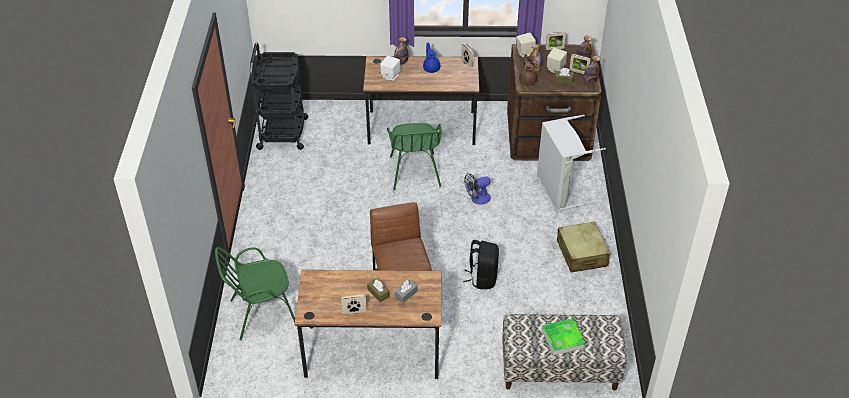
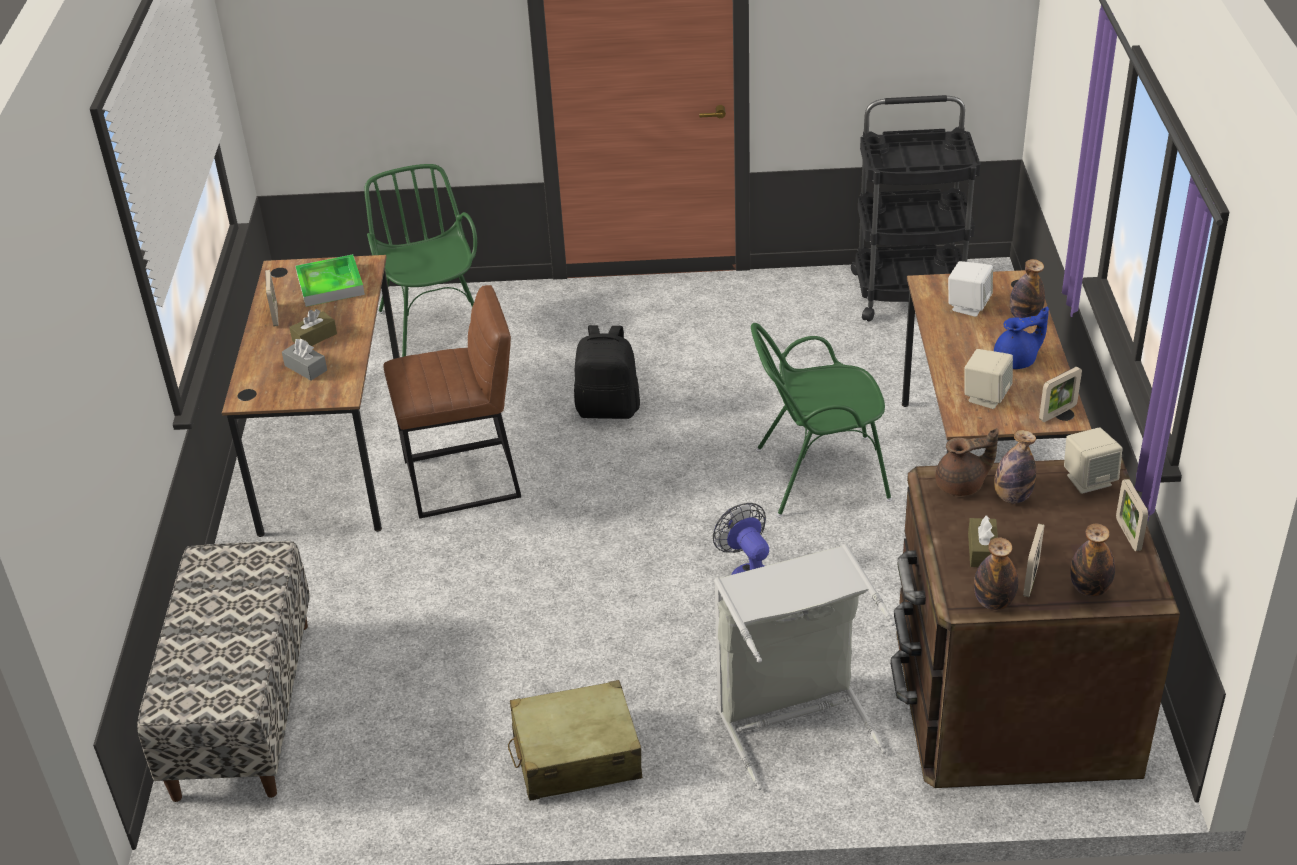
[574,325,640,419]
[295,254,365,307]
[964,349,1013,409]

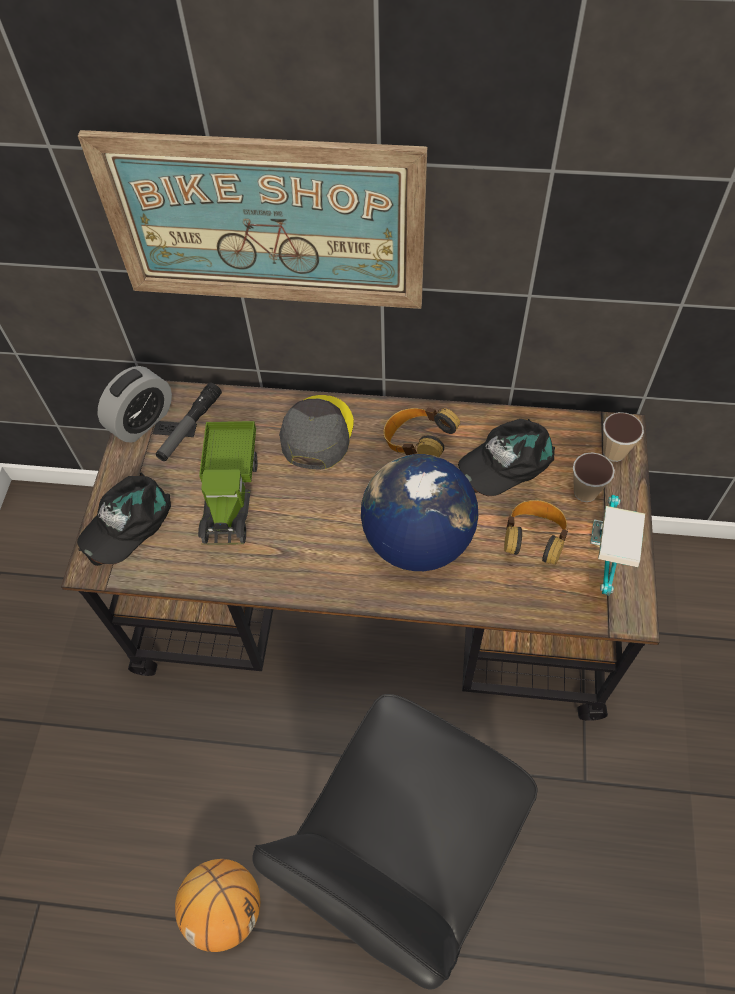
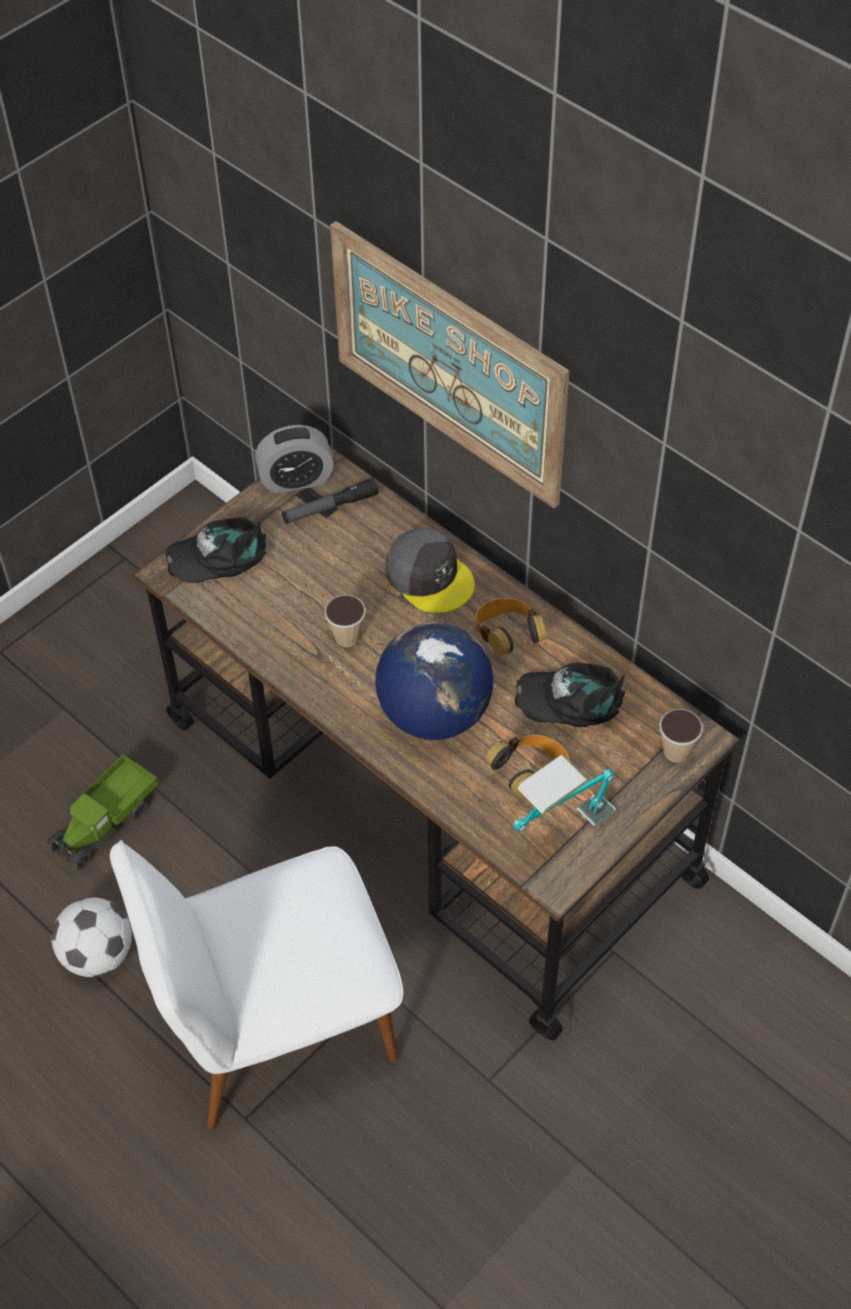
[52,897,132,977]
[47,754,158,870]
[110,840,403,1130]
[386,527,475,613]
[324,595,366,647]

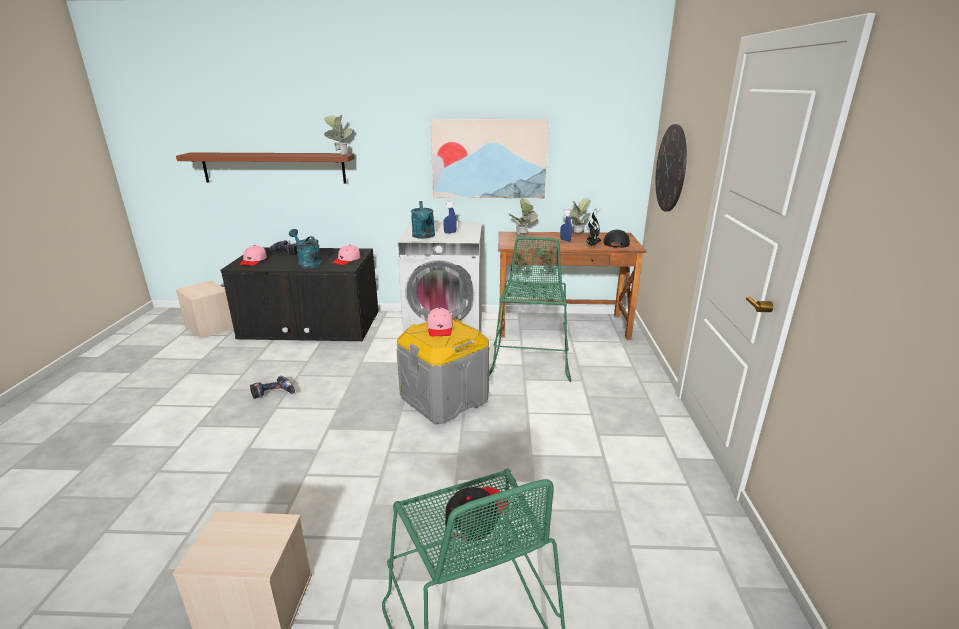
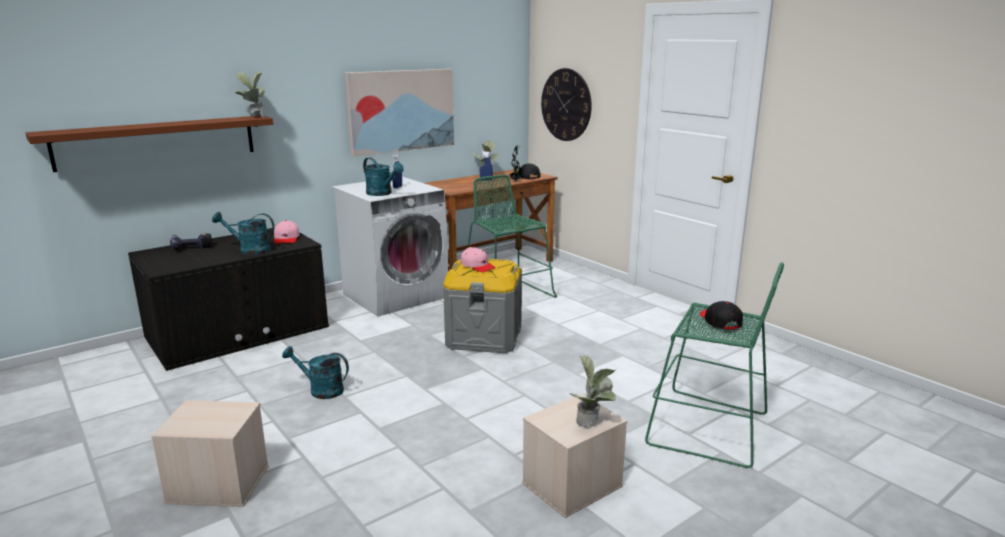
[151,400,269,507]
[239,245,267,266] (first image)
[282,346,349,399]
[569,355,617,427]

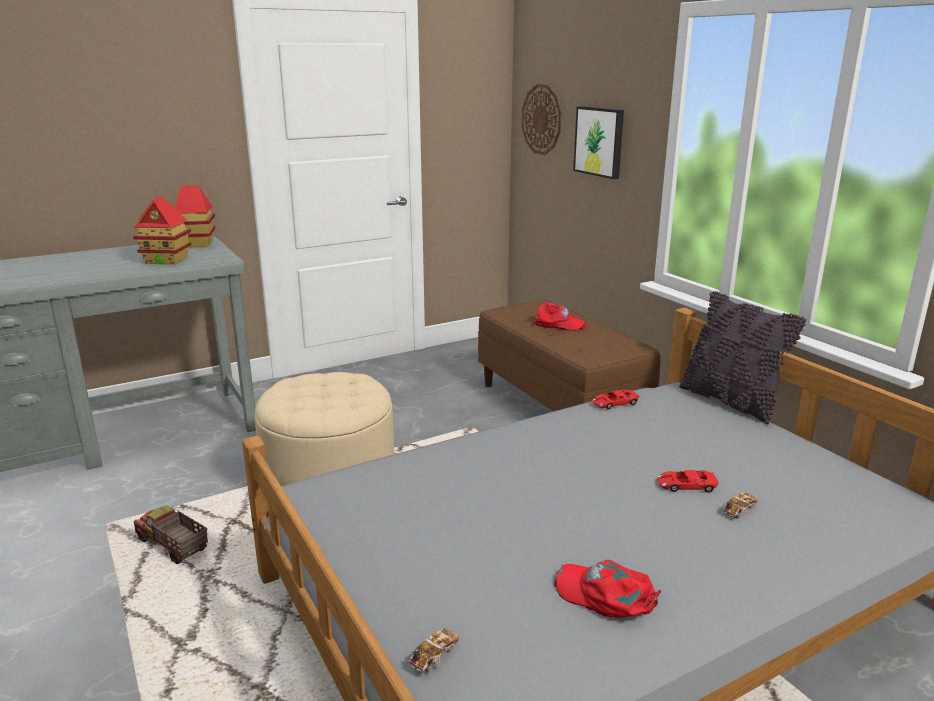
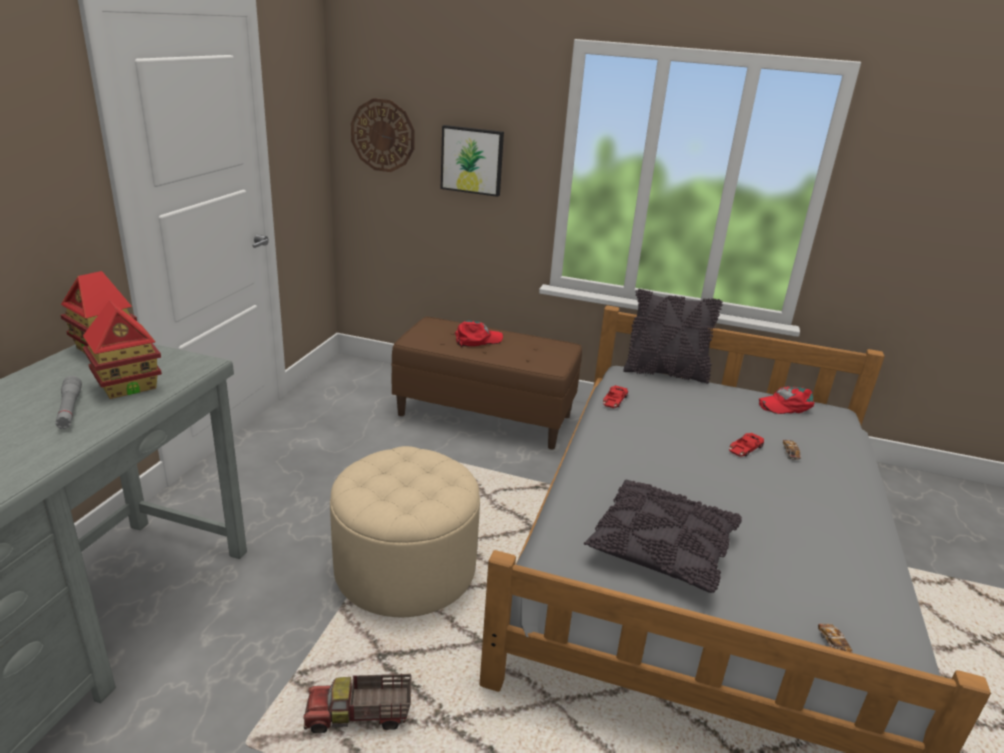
[758,386,814,414]
[55,376,82,429]
[584,480,742,593]

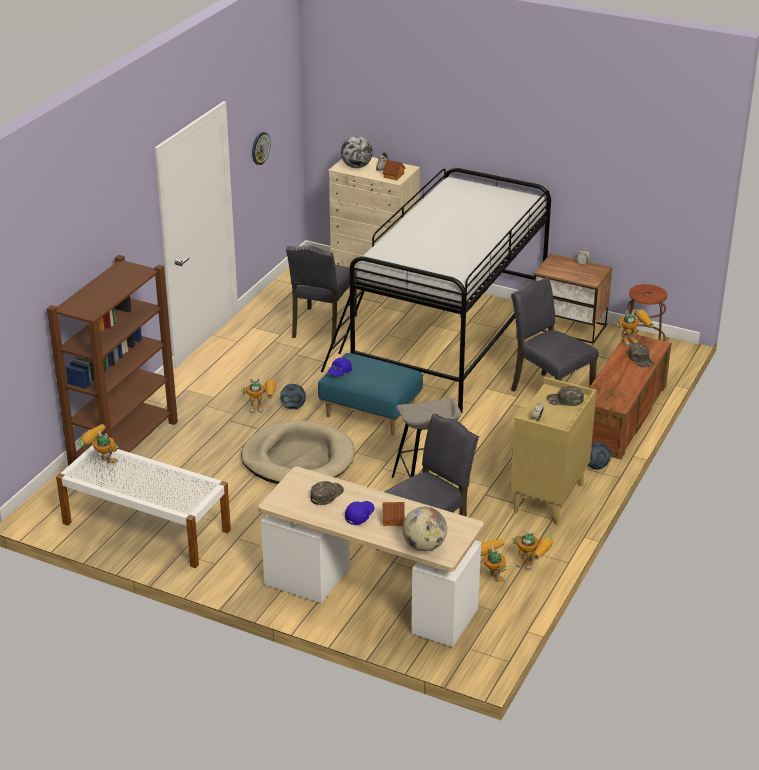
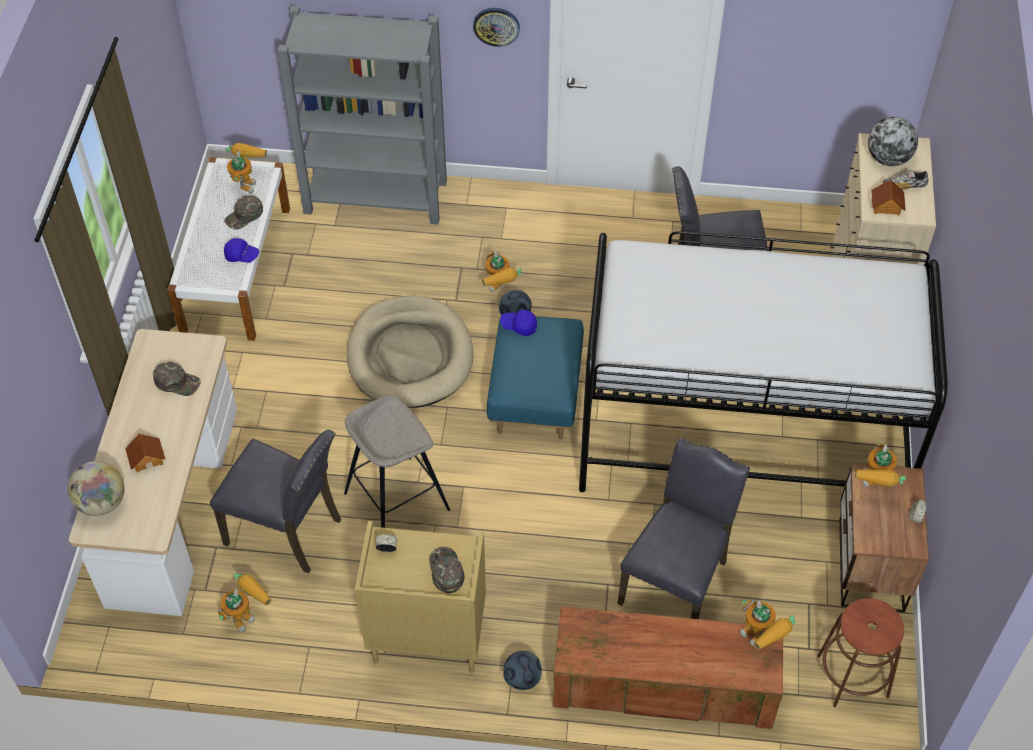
[277,6,447,225]
[473,8,520,47]
[224,238,259,263]
[855,442,906,487]
[224,195,263,230]

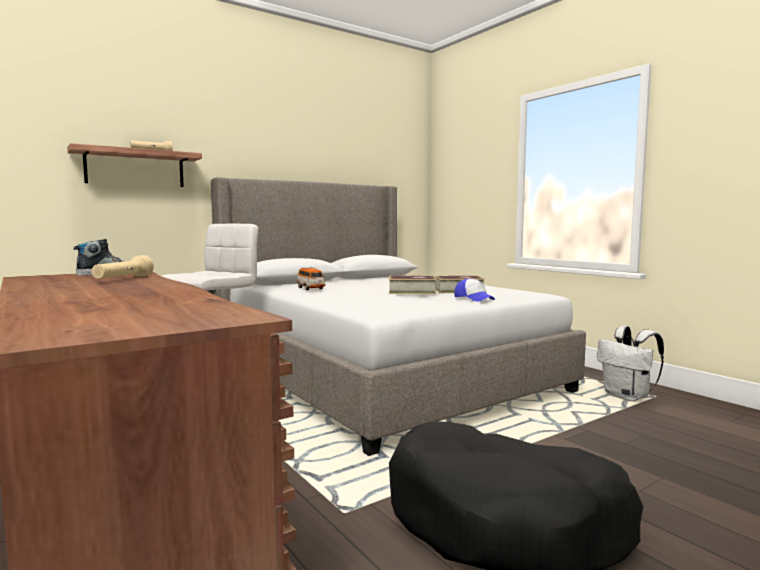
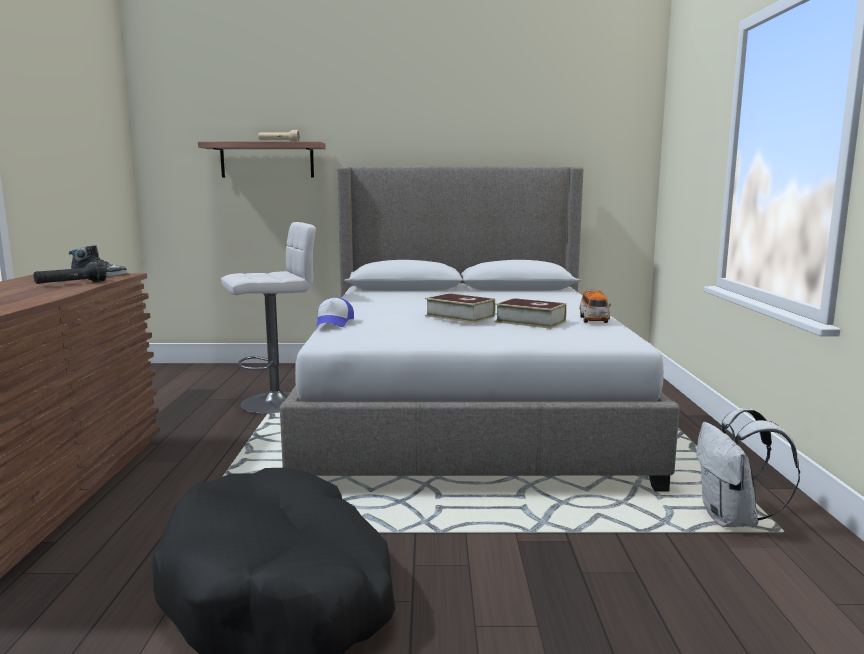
[34,263,106,284]
[579,289,611,323]
[316,297,354,327]

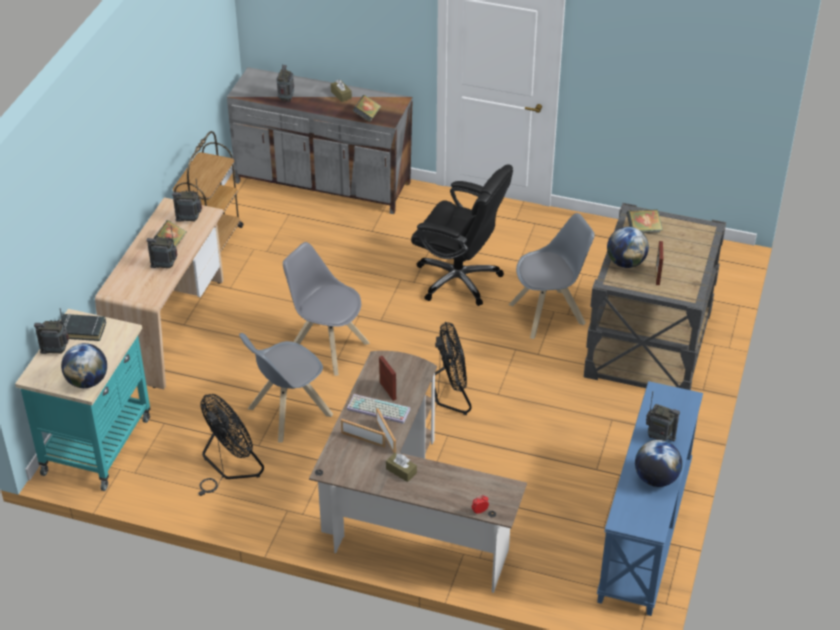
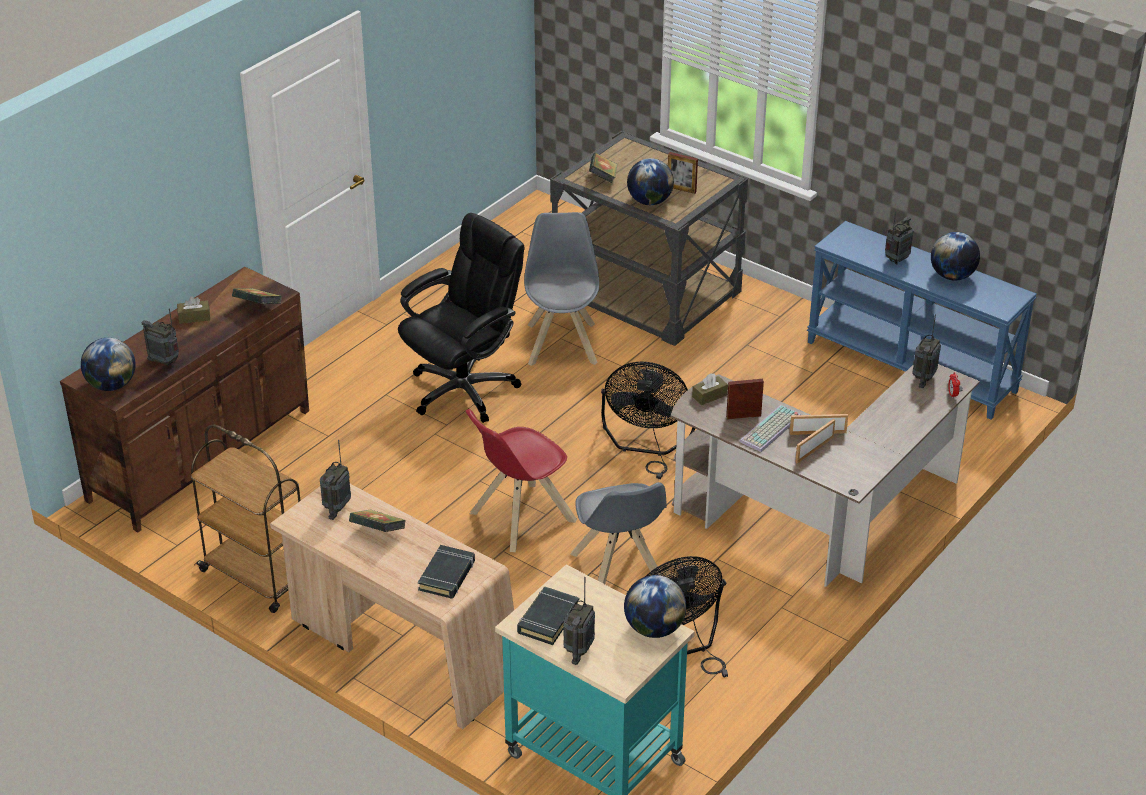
[912,314,941,388]
[60,267,309,532]
[466,409,577,552]
[692,374,728,405]
[81,338,136,391]
[418,545,475,599]

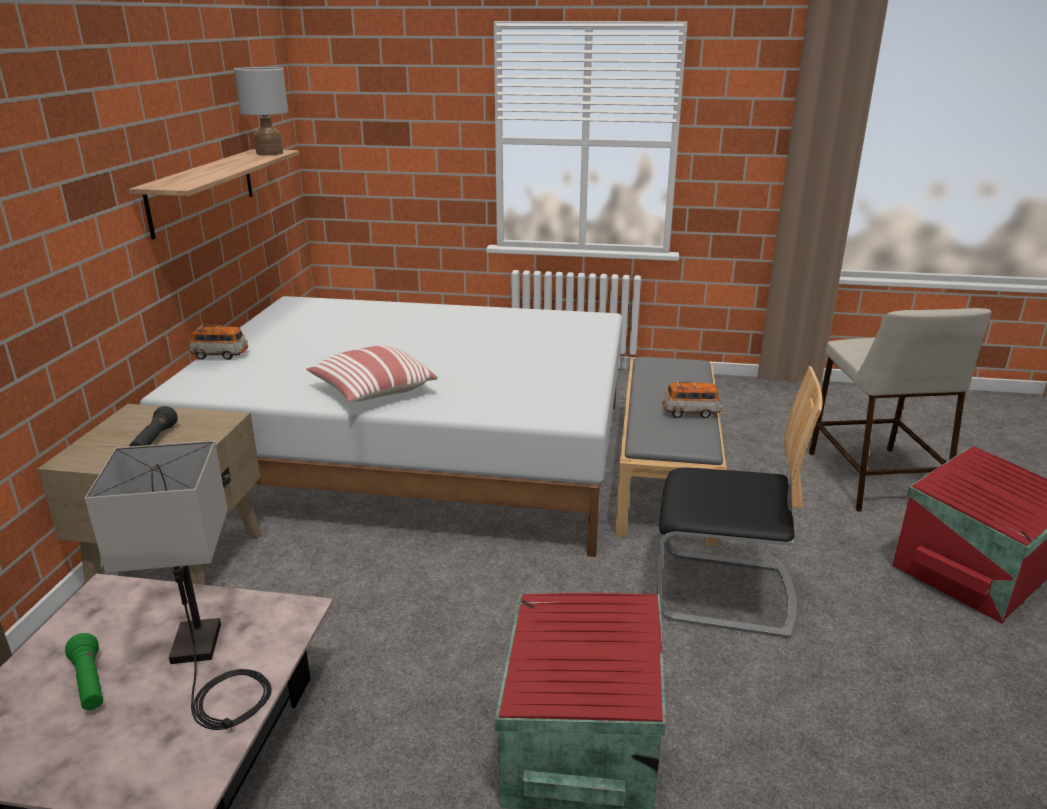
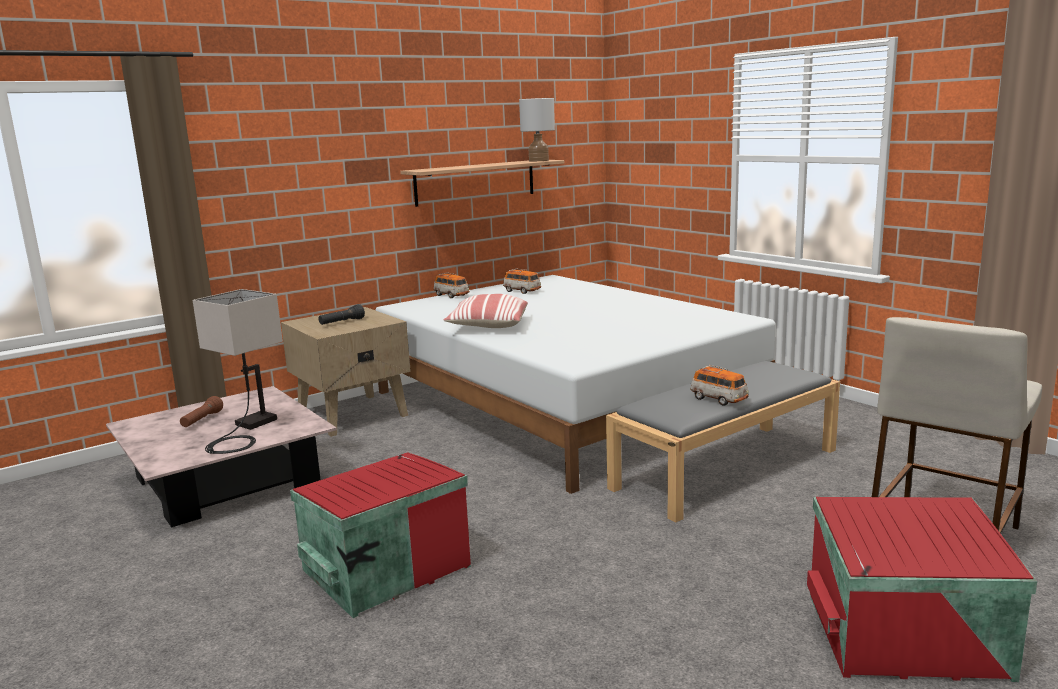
[180,396,223,427]
[657,366,822,638] (first image)
[503,268,541,294]

